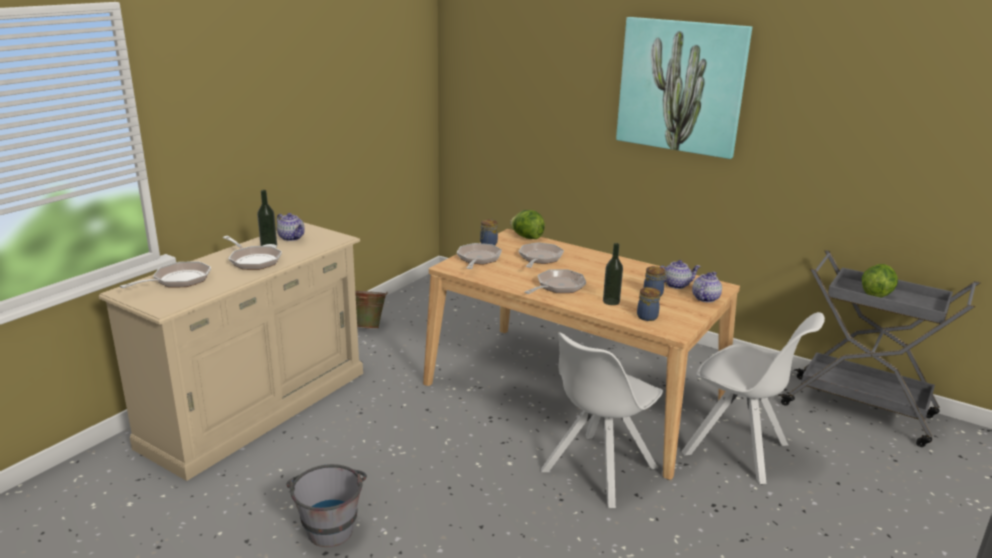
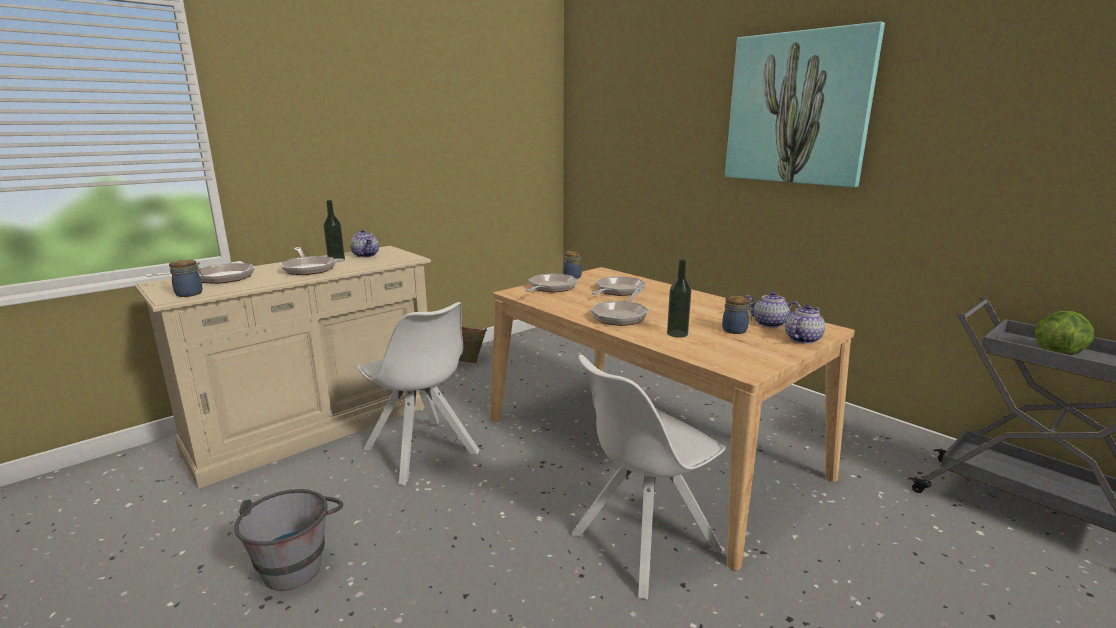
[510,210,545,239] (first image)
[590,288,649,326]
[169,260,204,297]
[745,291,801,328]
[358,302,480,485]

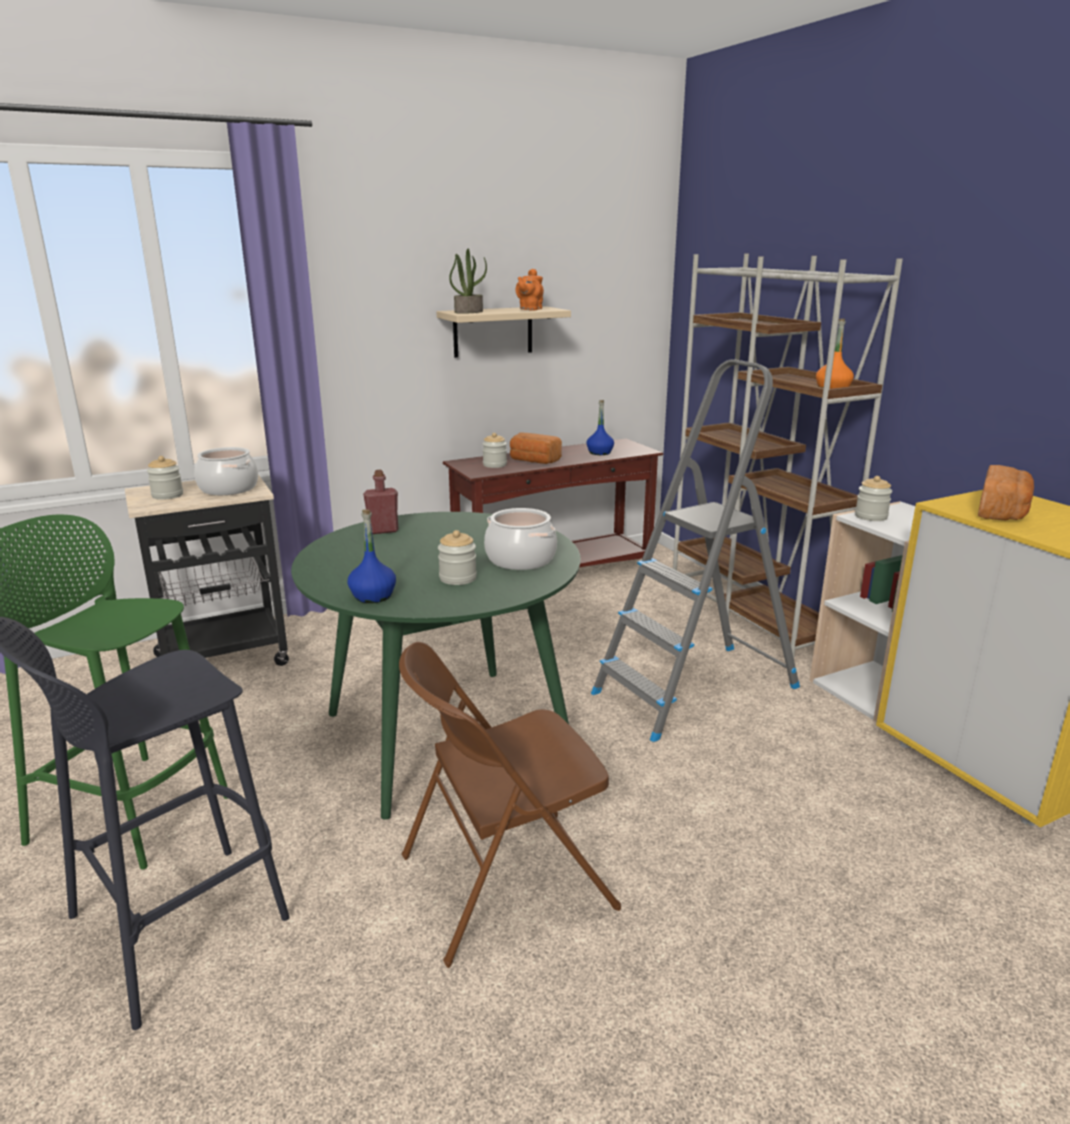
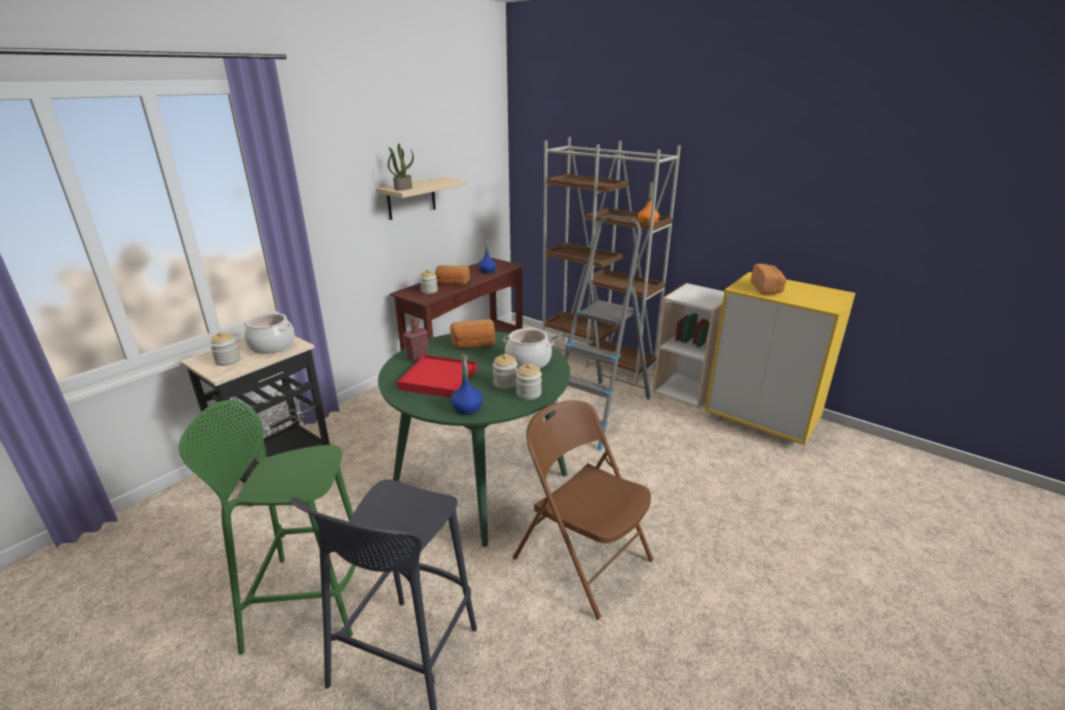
[513,400,654,620]
[516,269,544,310] (first image)
[516,363,542,400]
[397,355,477,398]
[450,319,495,349]

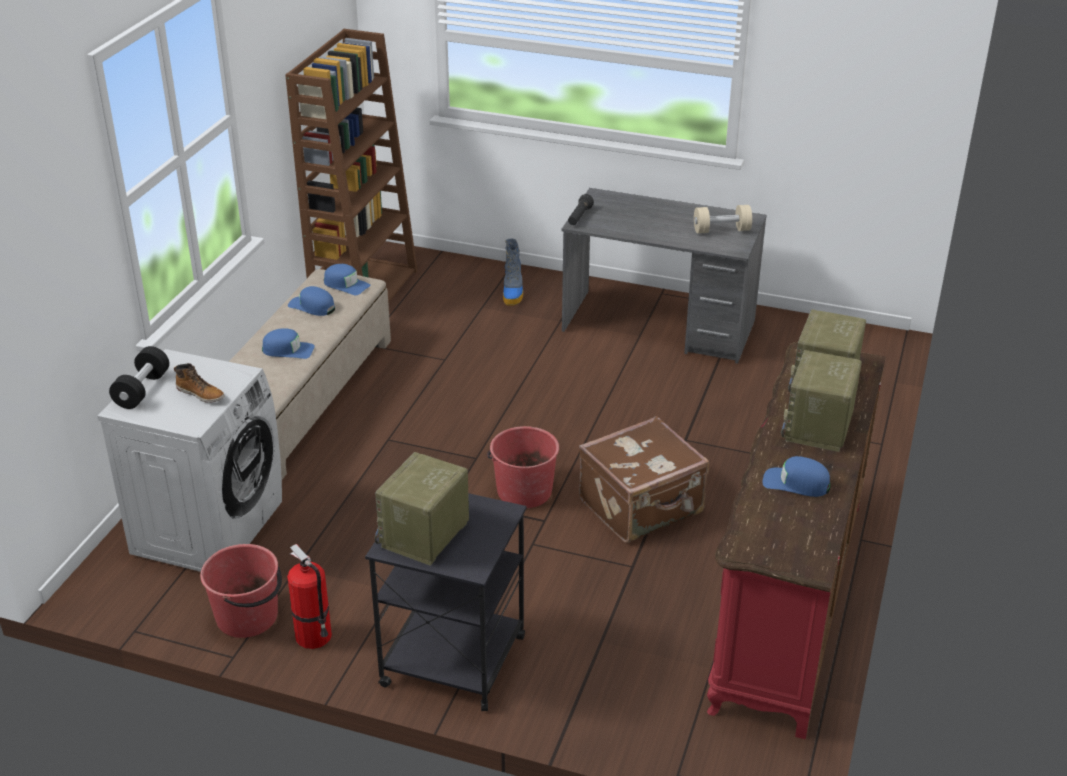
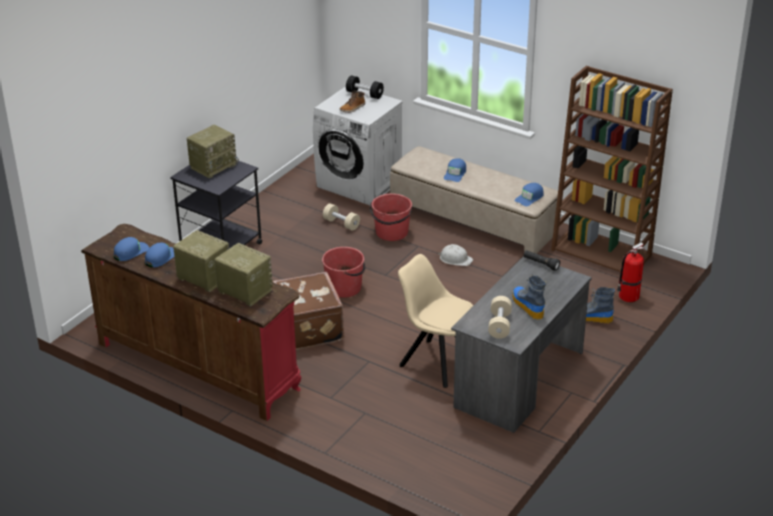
[370,193,412,241]
[617,242,644,302]
[114,237,150,261]
[187,125,239,178]
[323,203,360,231]
[398,254,473,388]
[438,244,473,266]
[512,274,546,320]

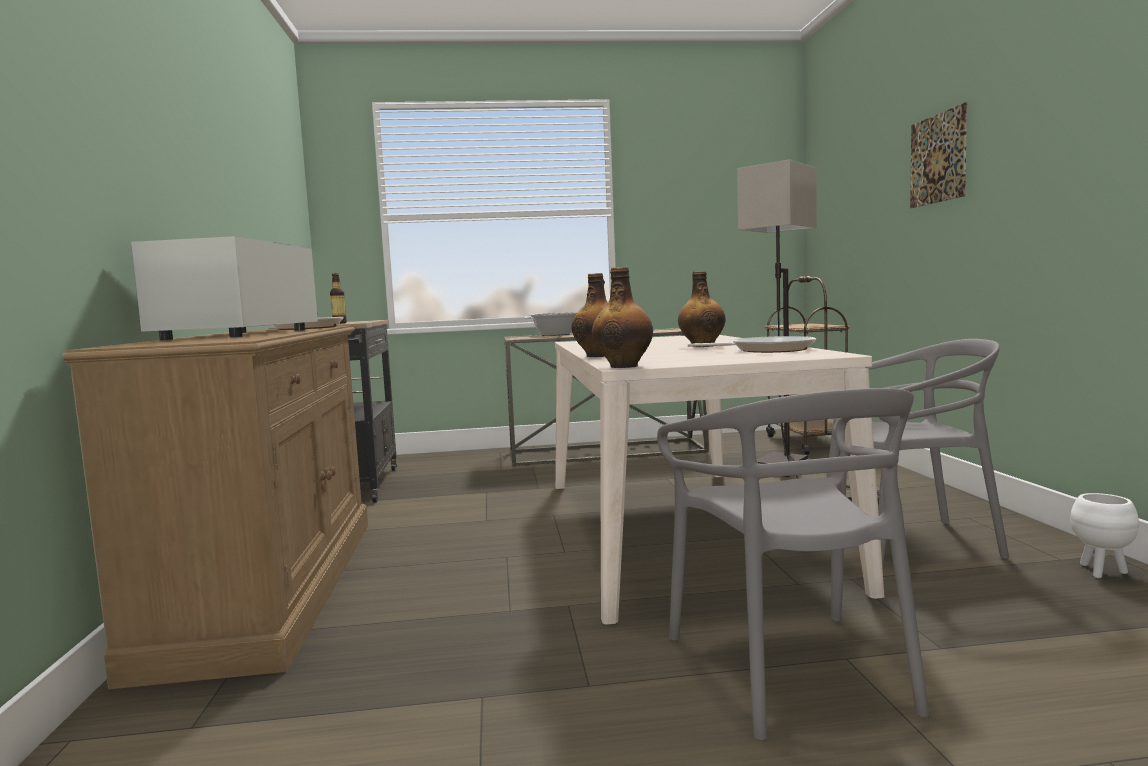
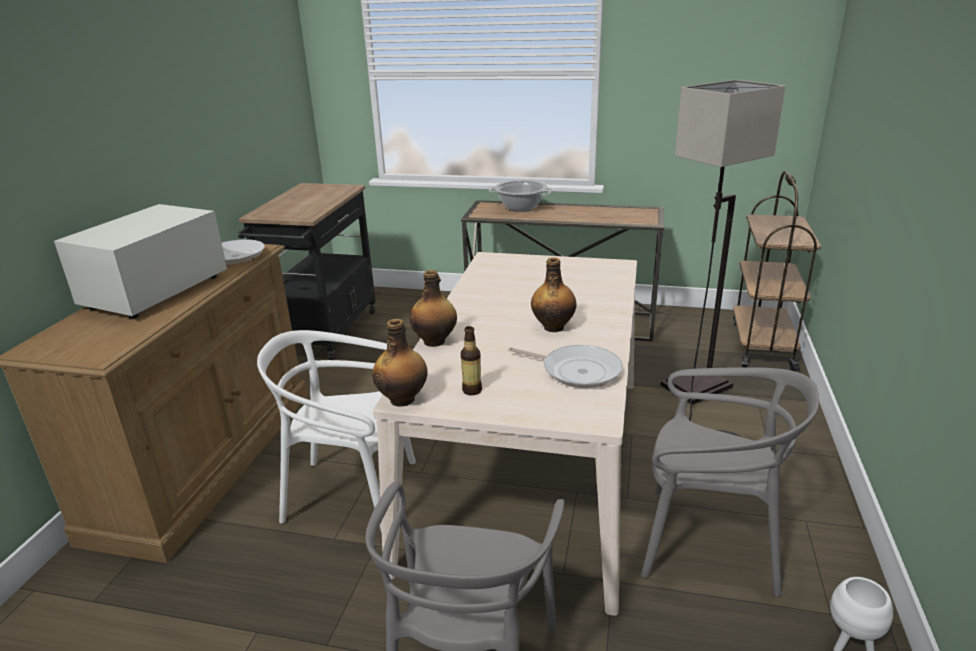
[461,326,482,395]
[910,103,967,208] (first image)
[257,330,416,533]

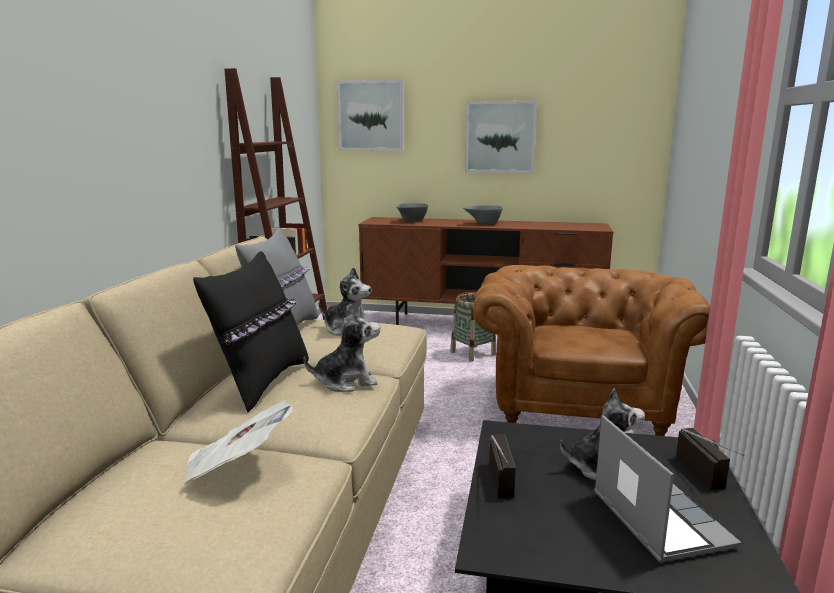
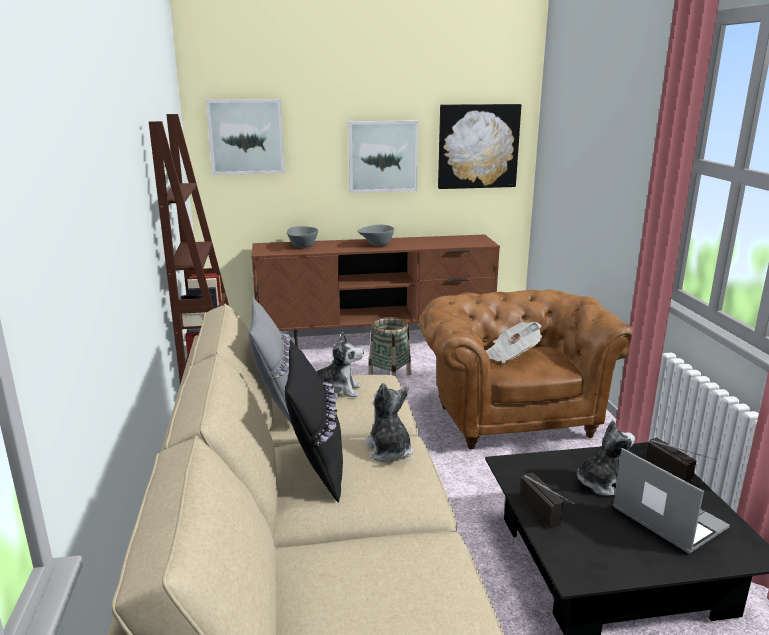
[486,322,542,363]
[365,383,413,462]
[438,104,521,189]

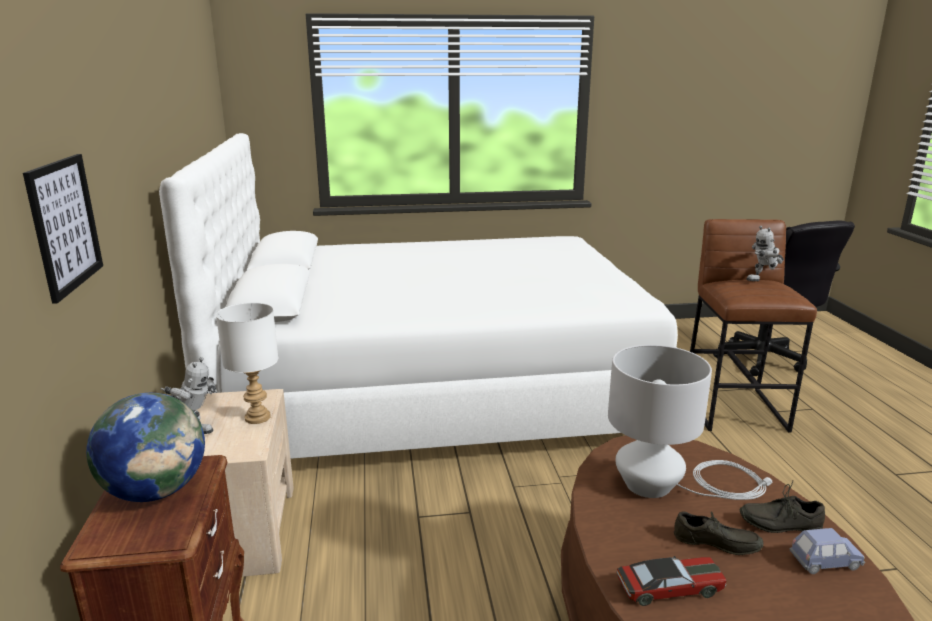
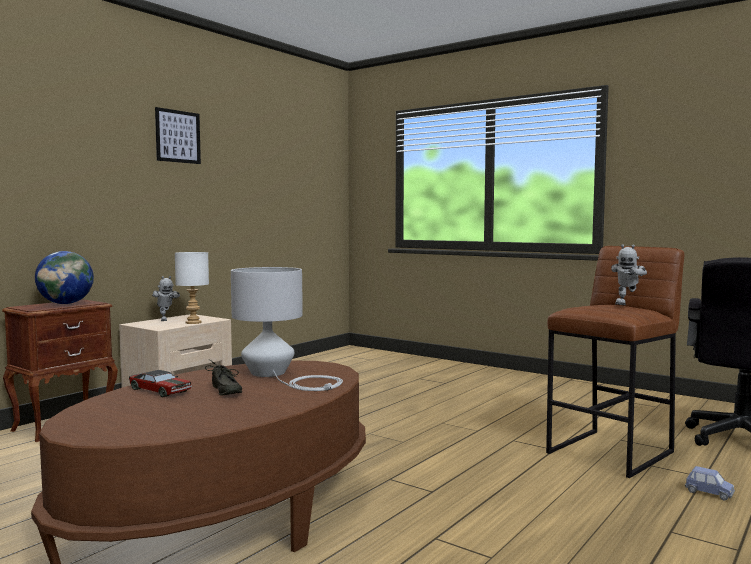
[155,107,201,164]
[159,133,678,459] (first image)
[740,481,825,533] (first image)
[611,244,647,305]
[685,466,735,500]

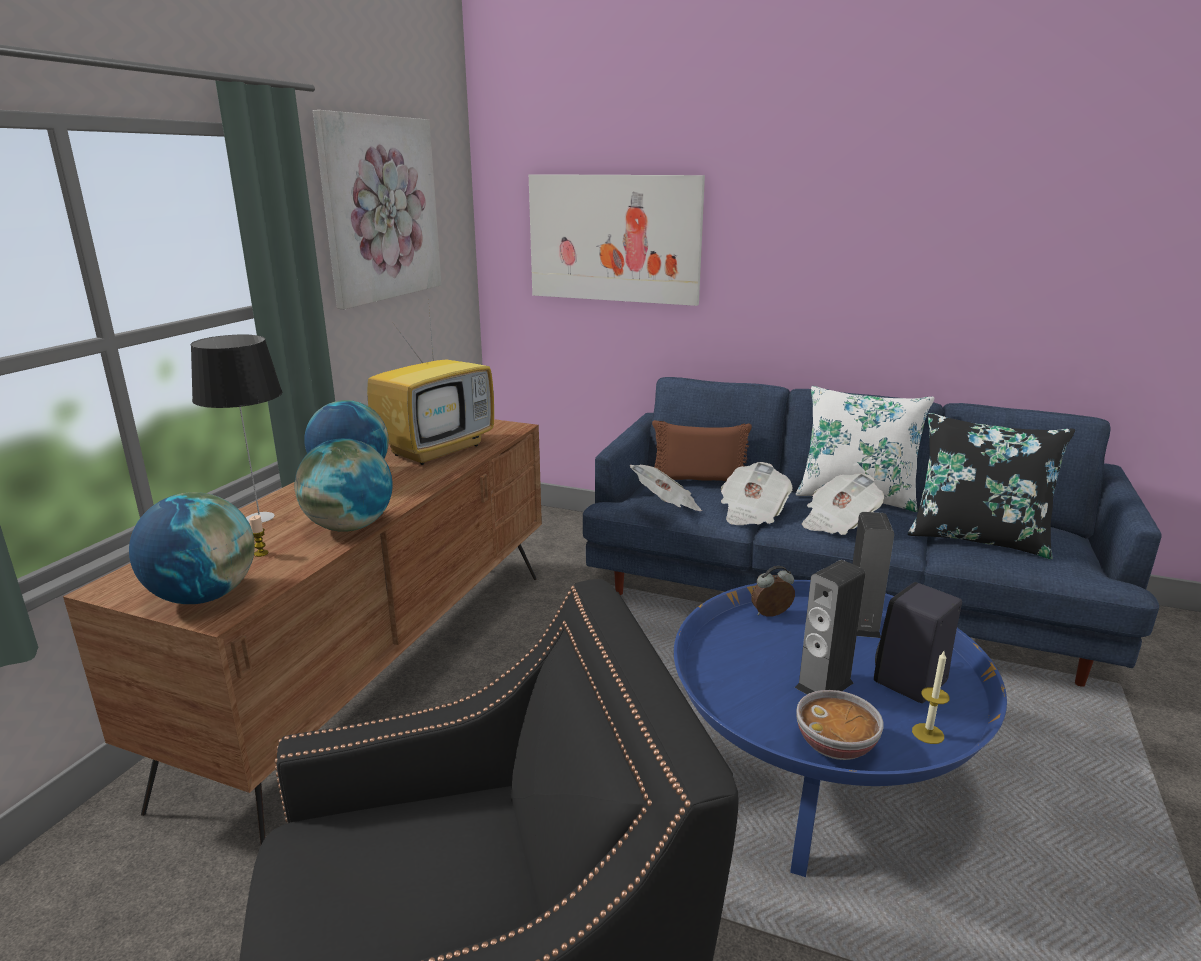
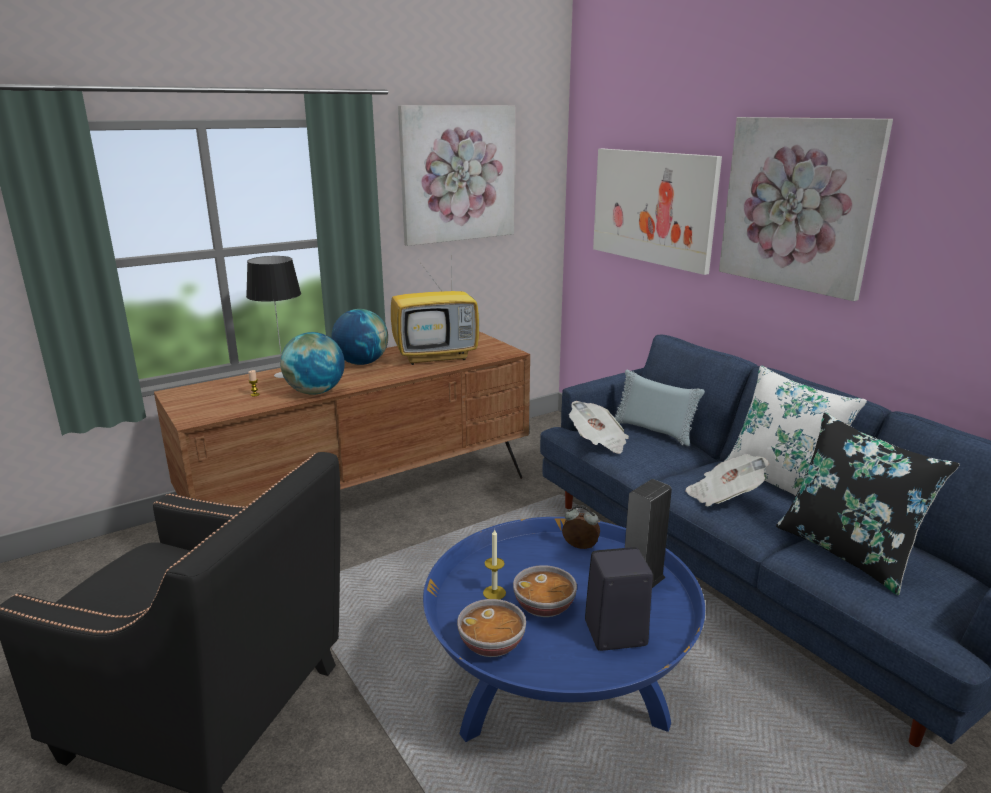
[129,492,255,604] (first image)
[615,370,705,446]
[721,462,793,525] (first image)
[513,565,577,617]
[483,528,506,599]
[719,117,893,301]

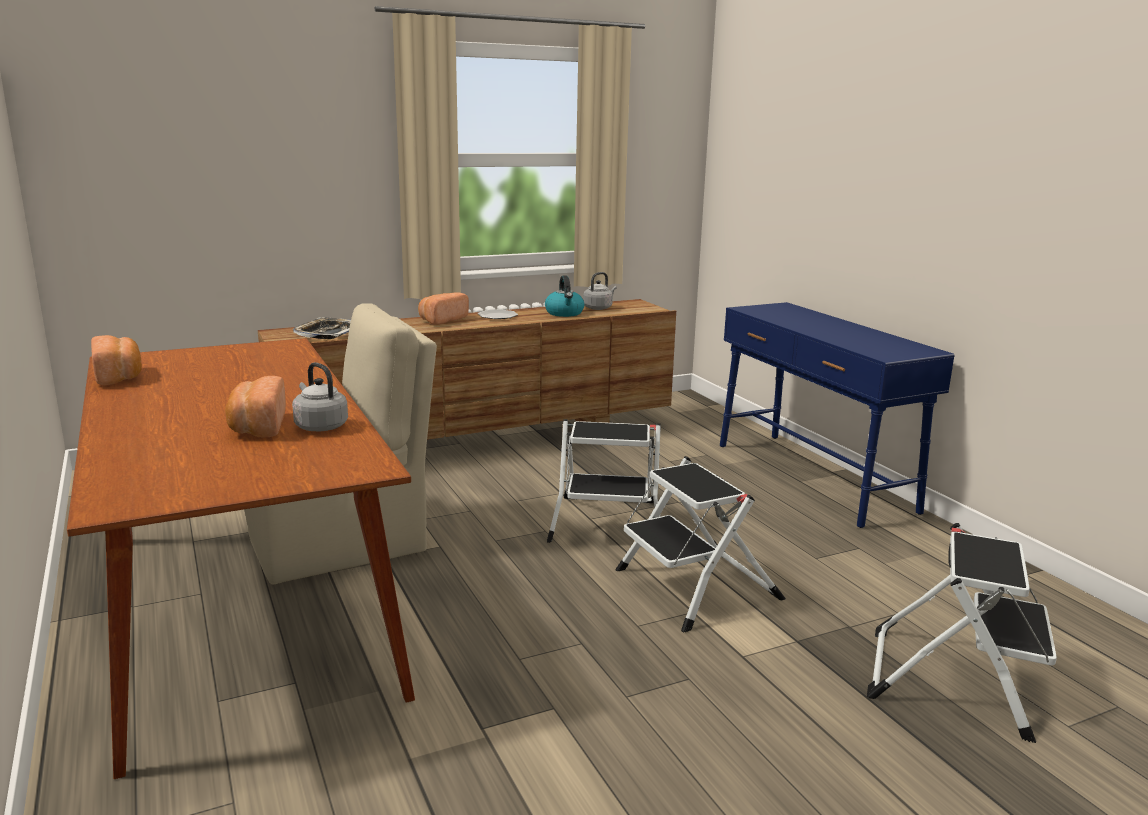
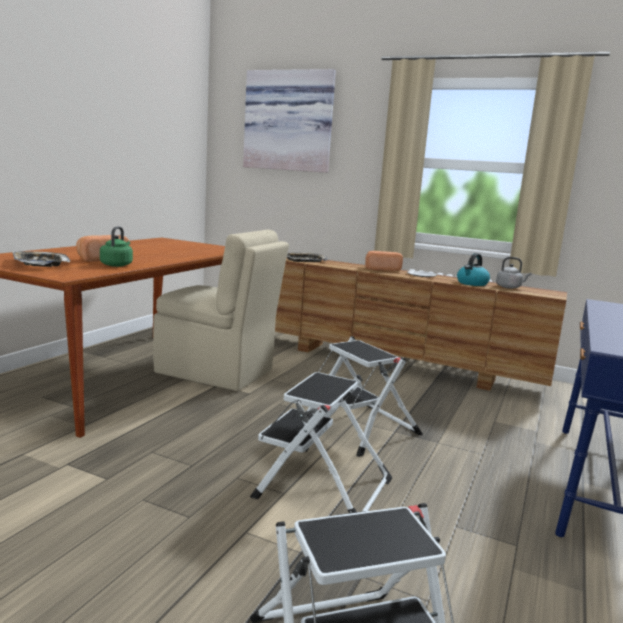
[91,335,142,385] (first image)
[100,226,133,267]
[12,251,71,267]
[243,69,336,173]

